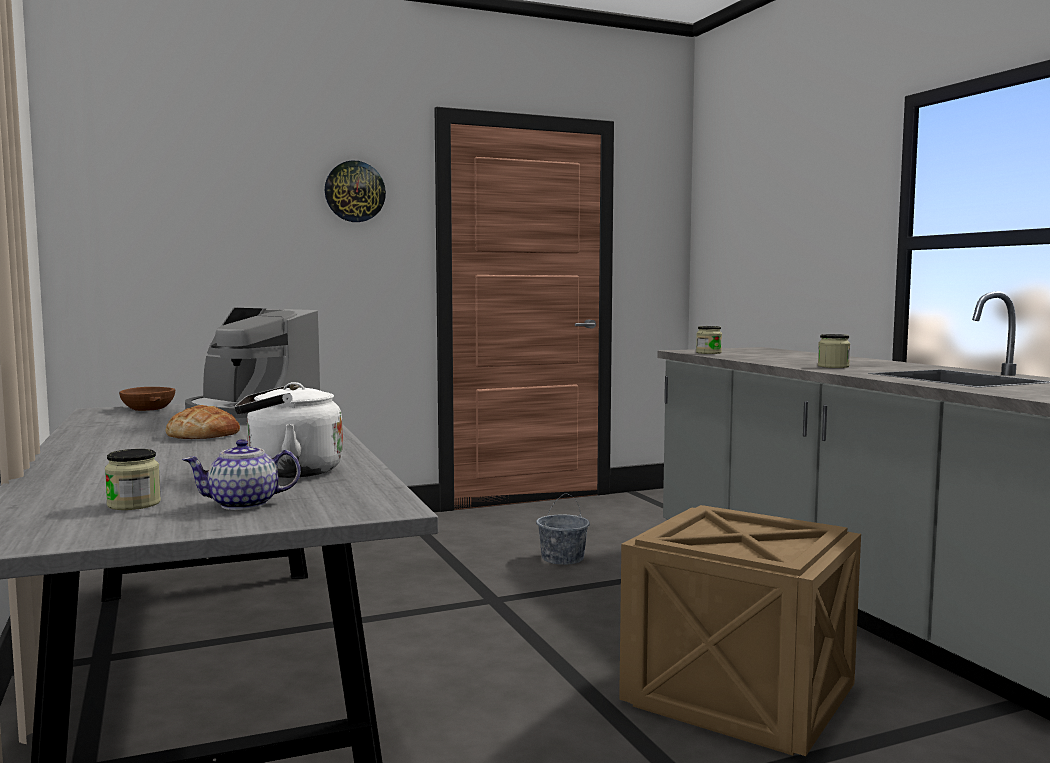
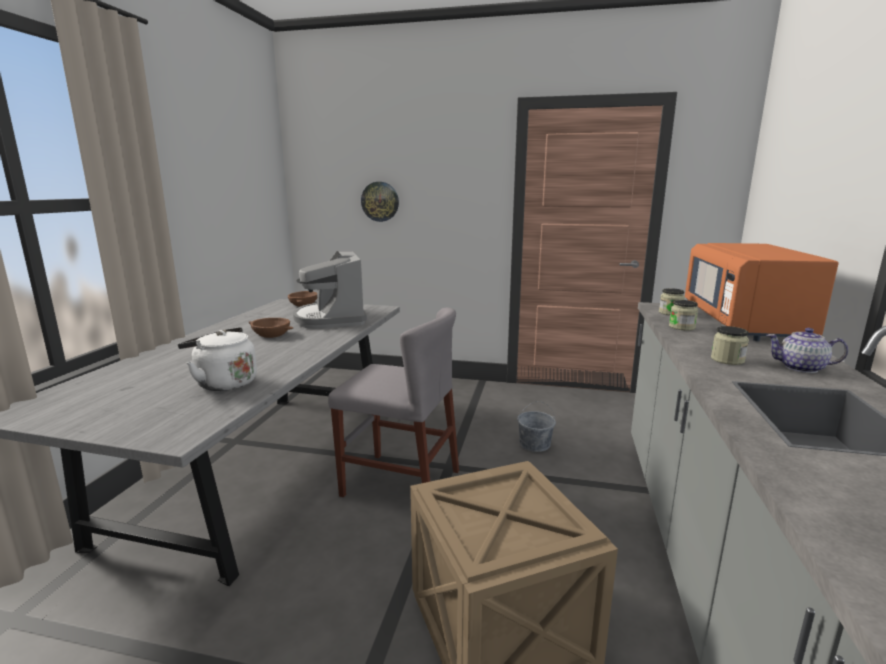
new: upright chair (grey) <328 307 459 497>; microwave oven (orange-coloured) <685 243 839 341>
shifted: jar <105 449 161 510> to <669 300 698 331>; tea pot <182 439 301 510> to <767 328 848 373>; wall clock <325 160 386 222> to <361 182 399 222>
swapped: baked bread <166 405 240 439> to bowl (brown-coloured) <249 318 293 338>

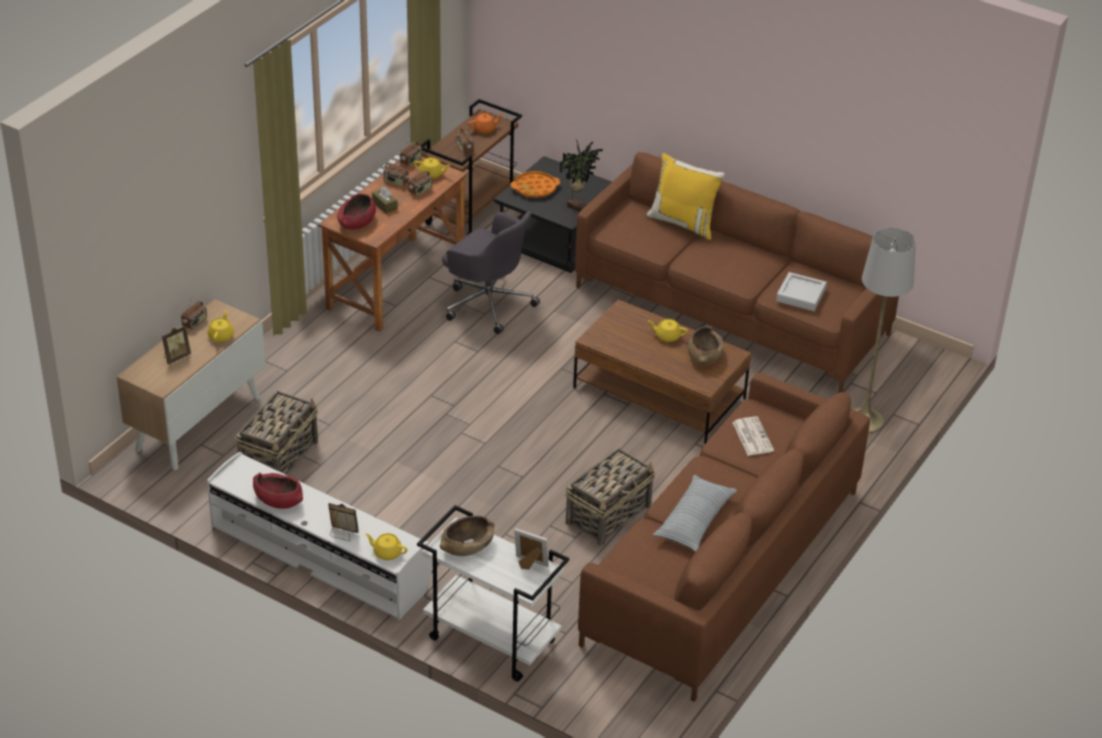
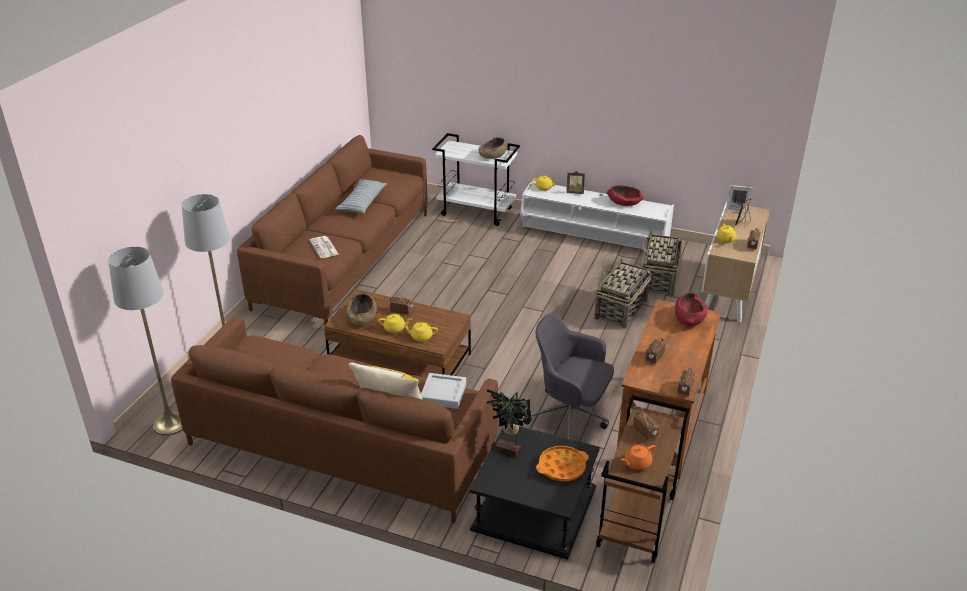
gone: tissue holder (brown-coloured) <372 186 397 214>
new: standard lamp (grey) <108 247 183 436>
shifted: radio set <383 158 409 187> to <389 295 412 315>; tea pot (yellowish) <414 157 450 179> to <403 322 438 342>; photo frame <514 528 549 570> to <726 185 752 214>; household basket <565 448 655 546> to <594 259 652 329>; tray (grey) <776 272 827 311> to <421 373 466 409>

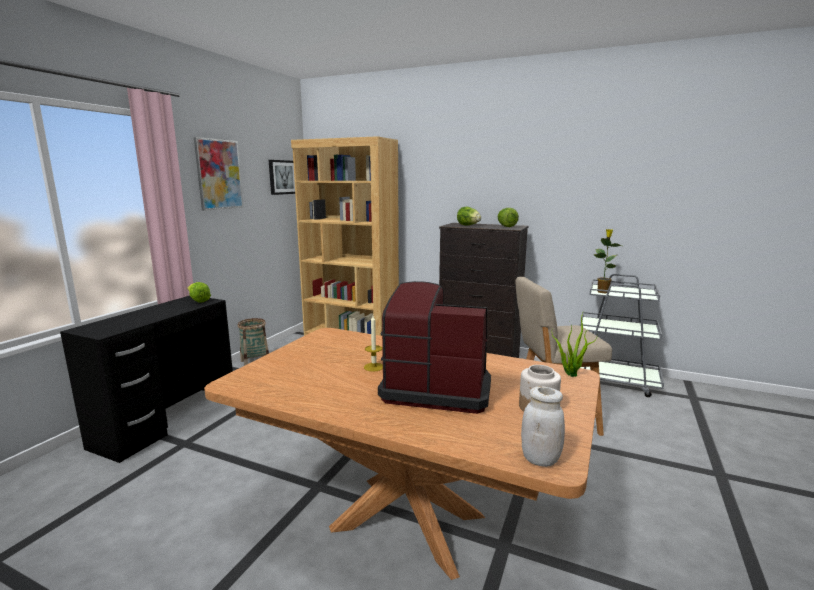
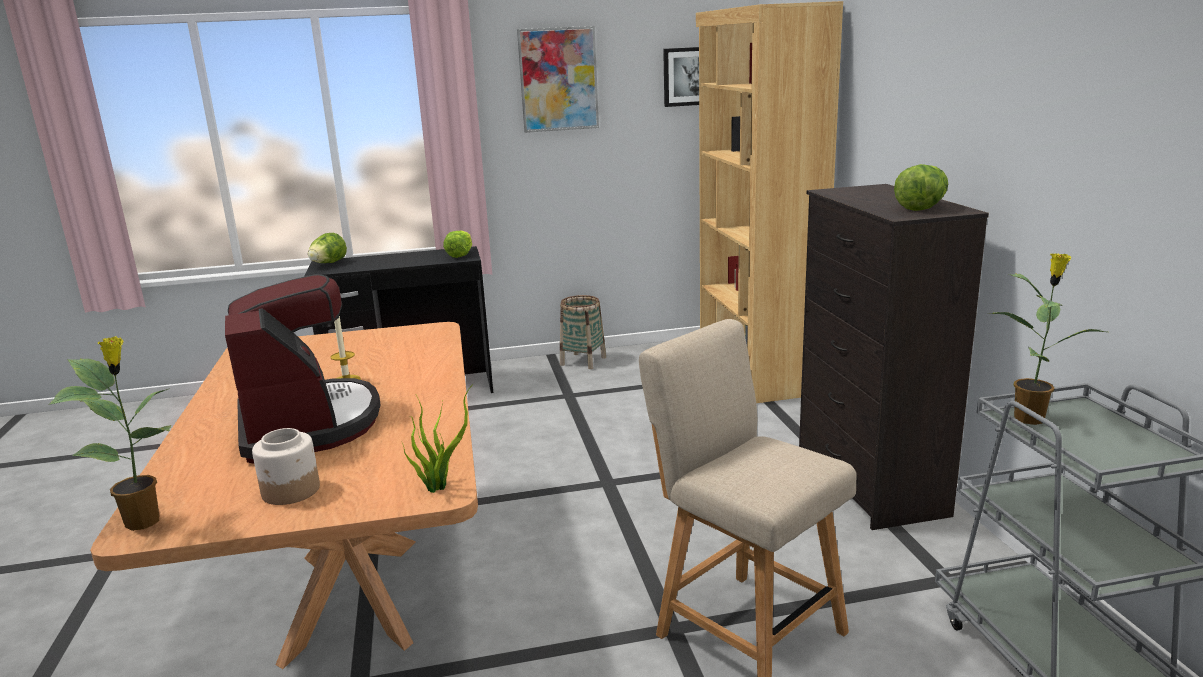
shifted: head of lettuce <457 207 481 226> to <308 233 347 263>
swapped: jar (whitish) <521 386 565 467> to potted plant <50 336 172 531>

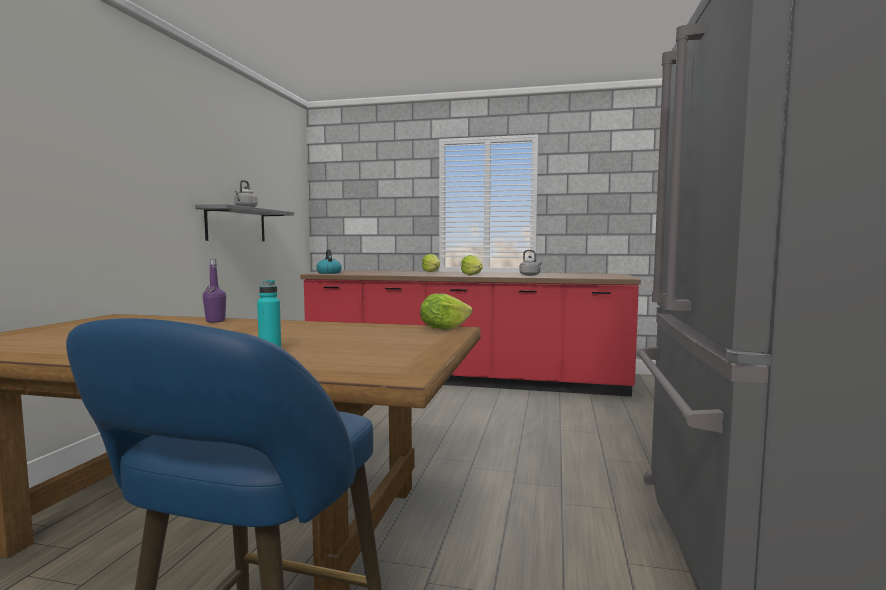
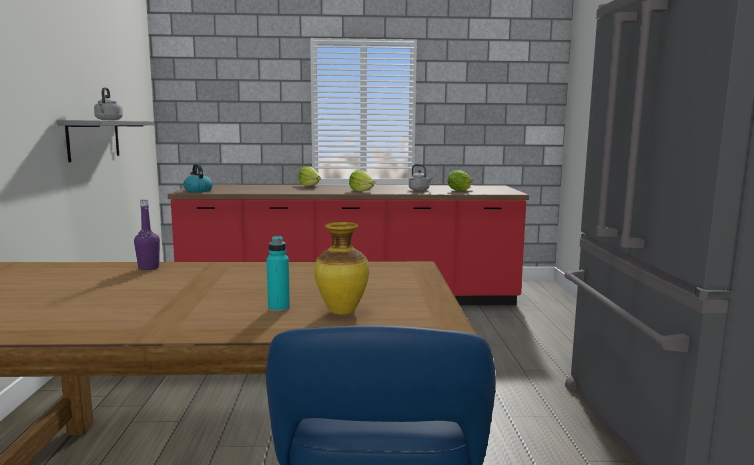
new: flower vase <314 222 369 315>
shifted: head of lettuce <420 293 472 330> to <447 170 472 191>

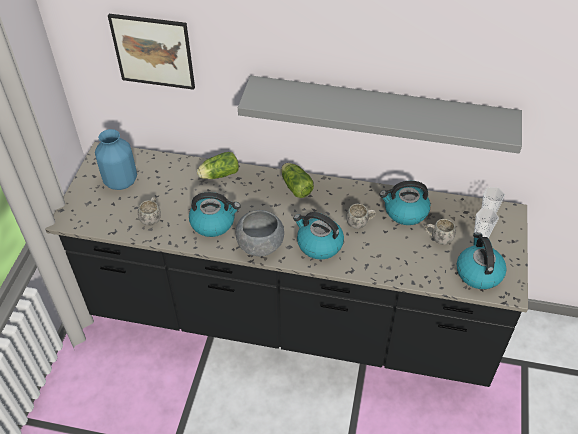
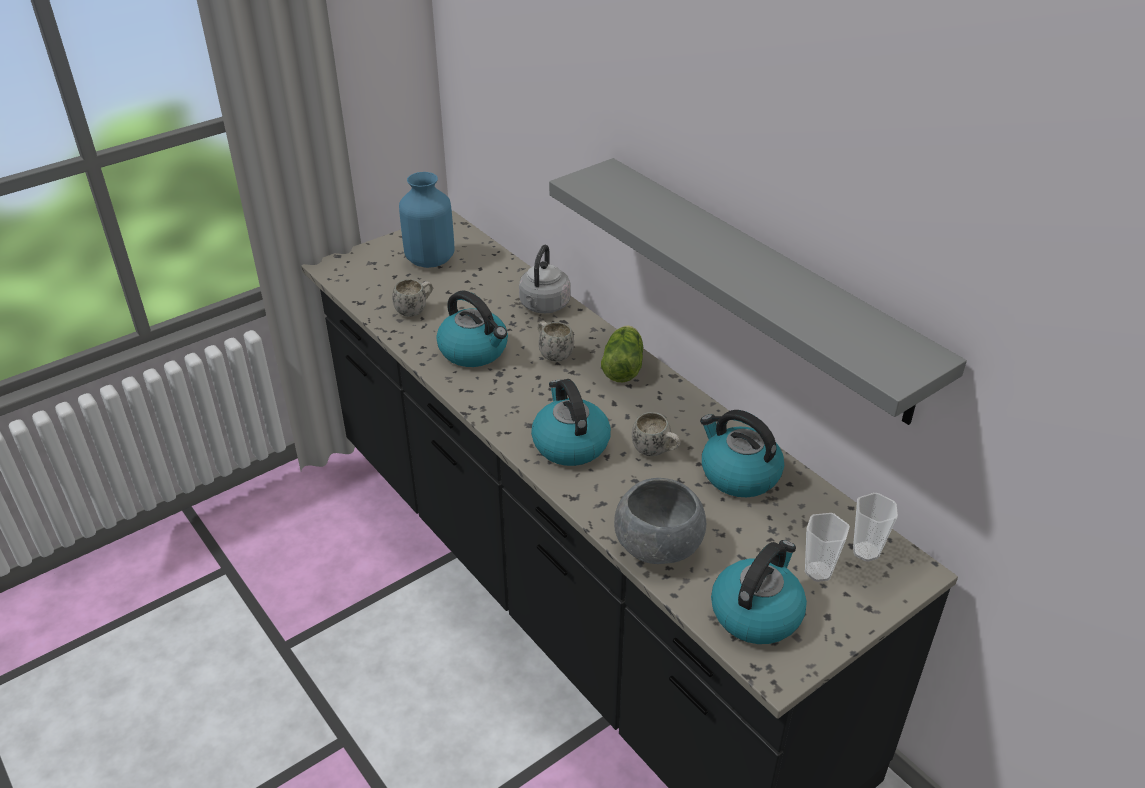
gone: wall picture <108 14 195 90>
shifted: bowl (grey) <236 210 284 256> to <614 478 706 564>; coffee mug (whitish) <425 219 456 245> to <537 321 574 361>
swapped: head of lettuce <197 152 239 179> to kettle (grey) <519 245 570 313>

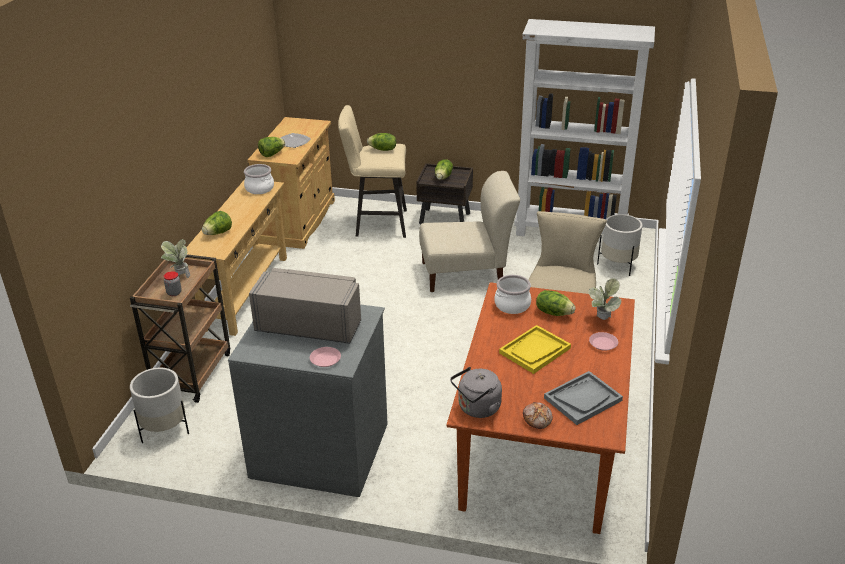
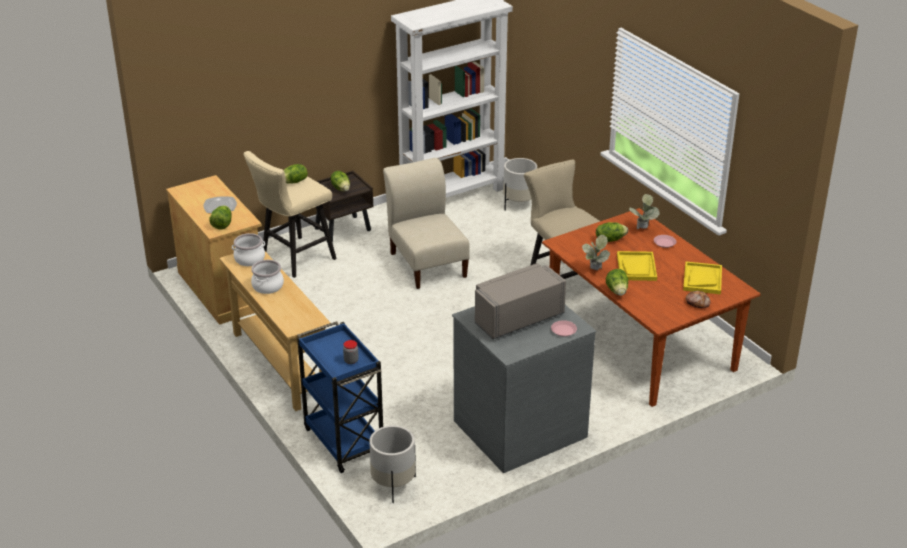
gone: kettle (grey) <450 367 502 418>
shifted: potted plant <161 239 190 278> to <582 235 610 270>; head of lettuce <202 211 232 235> to <606 269 628 296>; stockpot <494 275 531 314> to <251 260 284 294>
repainted: trolley (brown-coloured) <130 254 230 403> to trolley (bluish) <297 321 383 473>; tray (grey) <544 371 623 425> to tray (yellowish) <683 261 722 294>
rotated: upright chair (sand-coloured) <419 171 520 292> = <383 158 470 289> 60 degrees counterclockwise

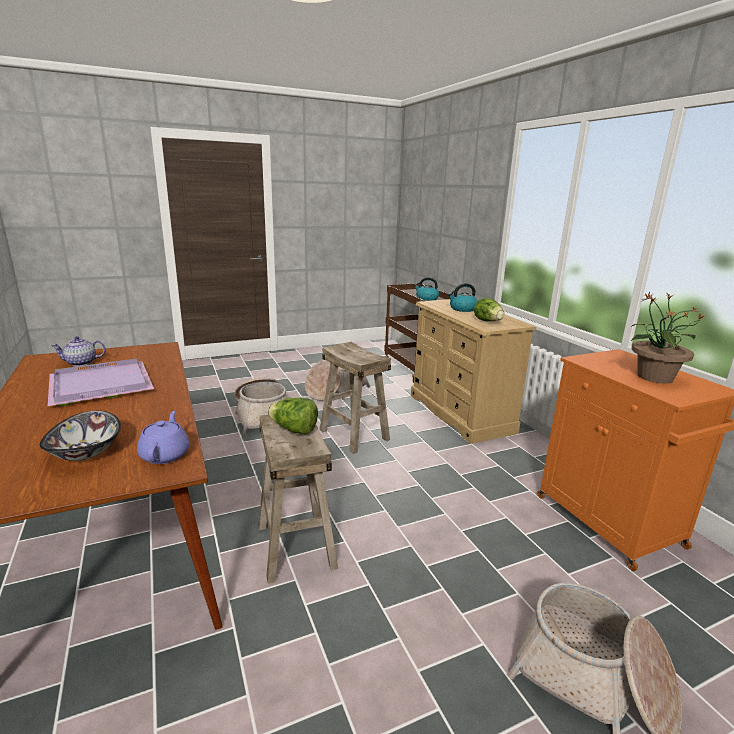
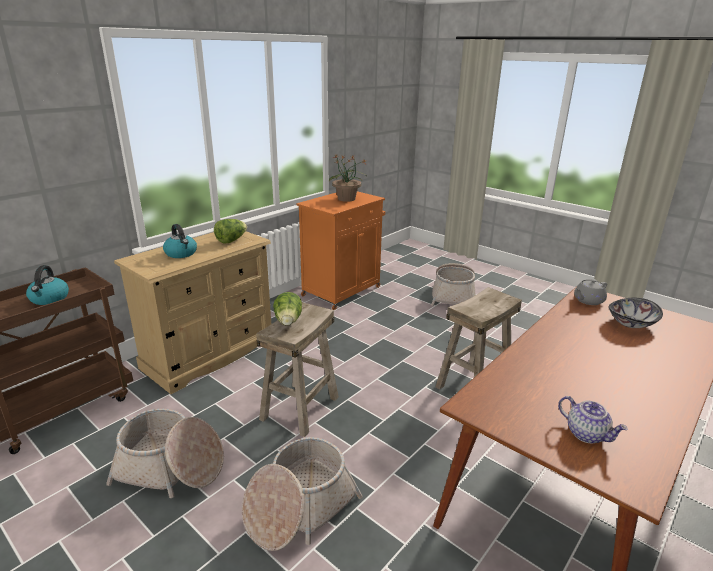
gone: tray (purplish) <48 358 154 406>
shifted: head of lettuce <268 398 318 435> to <273 292 302 326>
repainted: tea pot (purplish) <137 411 189 464> to tea pot (grey) <574 279 607 305>

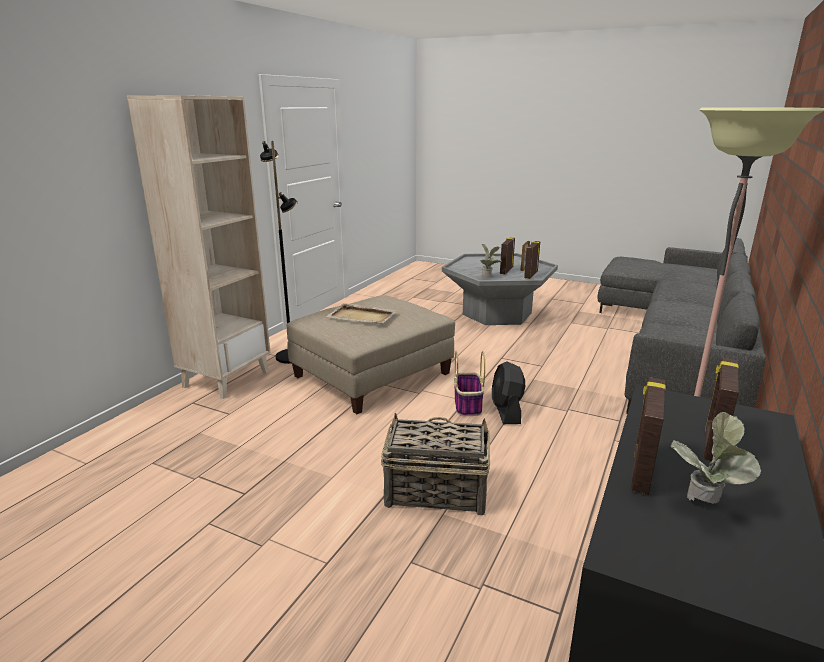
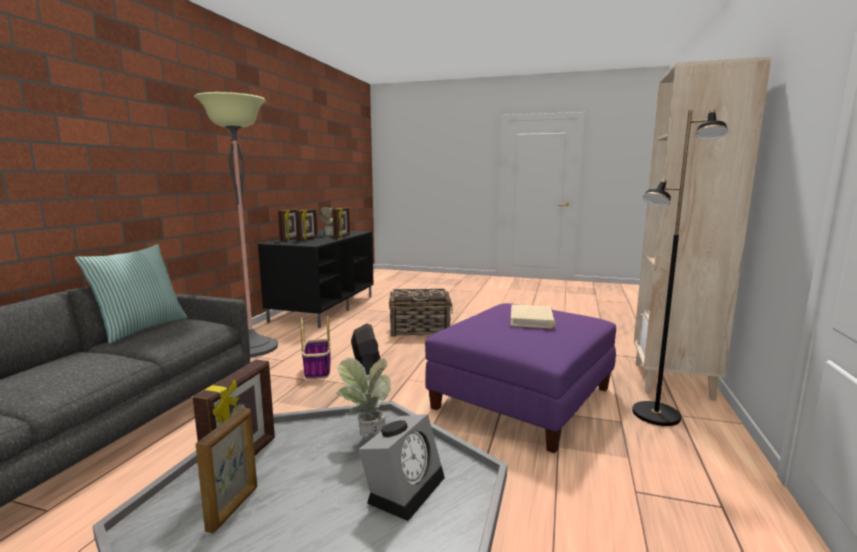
new: cushion <75 244 188 343>; bedside clock <358 414 445 521>
shifted: household basket <454 351 485 416> to <301 316 331 379>; photo frame <500 237 515 274> to <278 209 298 241>
swapped: tray (sand-coloured) <326 303 398 323> to book (sand-coloured) <510 304 555 328>
repainted: footrest (sand-coloured) <287 295 455 414> to footrest (purplish) <425 303 616 454>

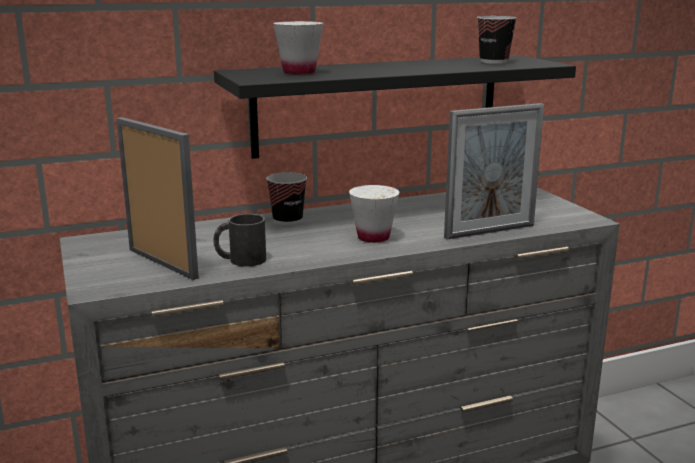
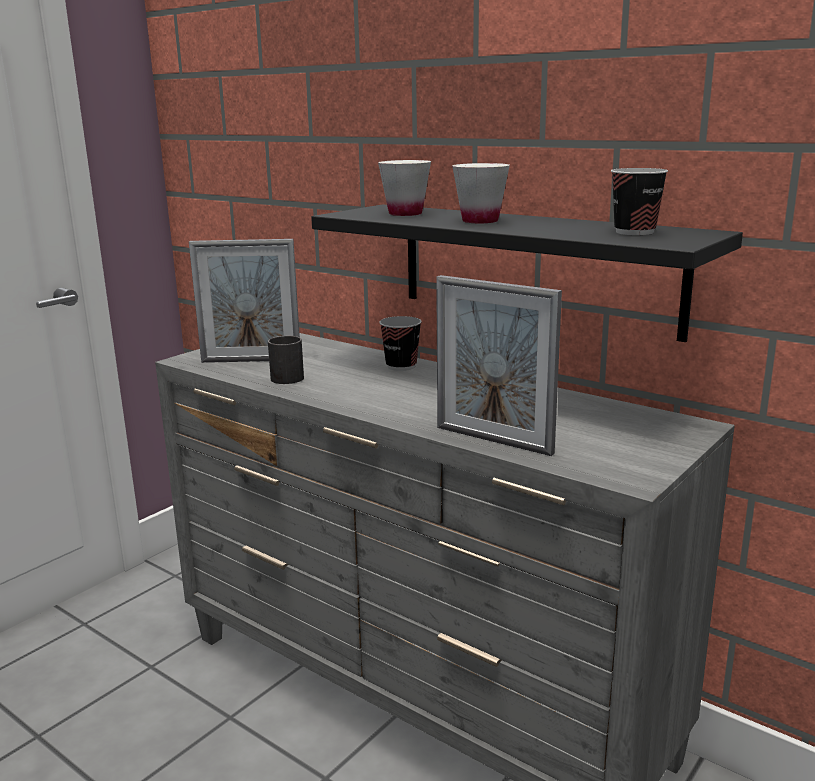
shifted: cup (whitish) <349 185 400 243> to <452 163 510 223>
rotated: photo frame <116 117 199 280> = <189 239 300 363> 75 degrees clockwise

